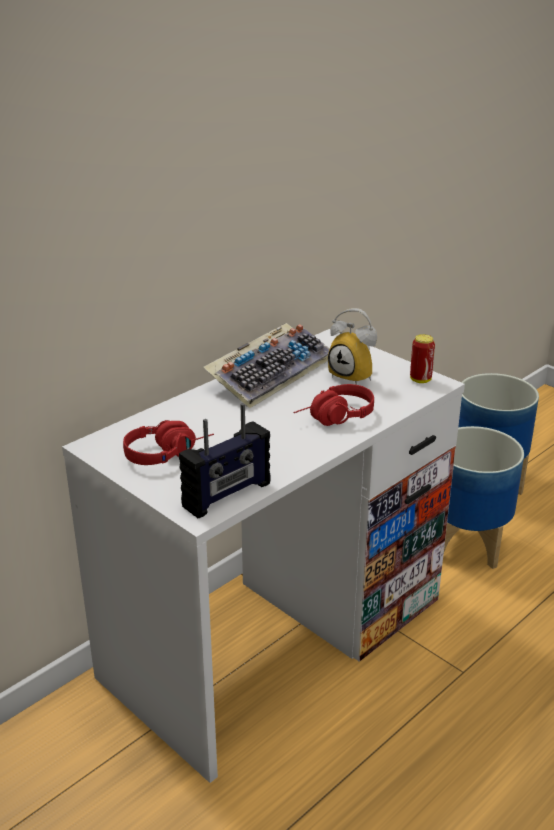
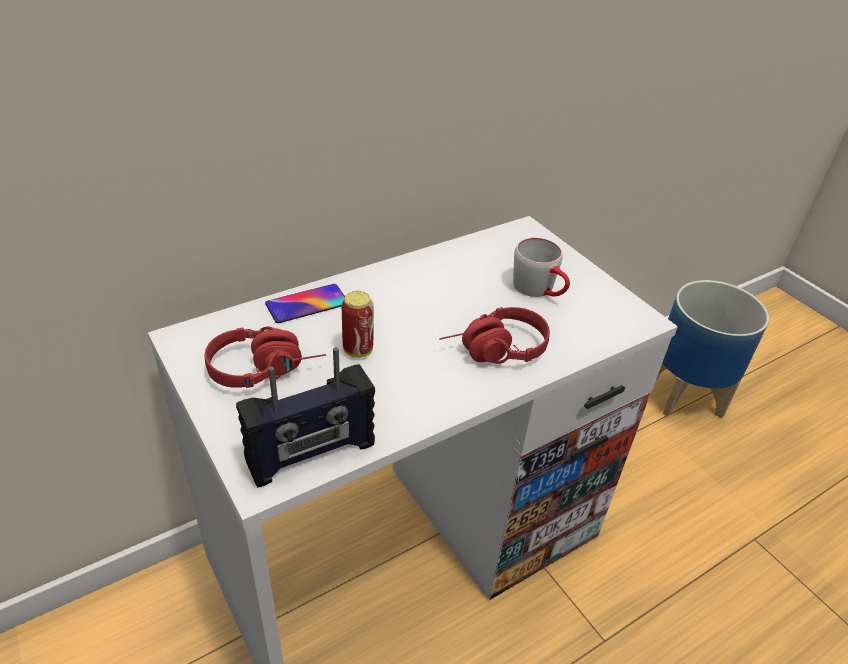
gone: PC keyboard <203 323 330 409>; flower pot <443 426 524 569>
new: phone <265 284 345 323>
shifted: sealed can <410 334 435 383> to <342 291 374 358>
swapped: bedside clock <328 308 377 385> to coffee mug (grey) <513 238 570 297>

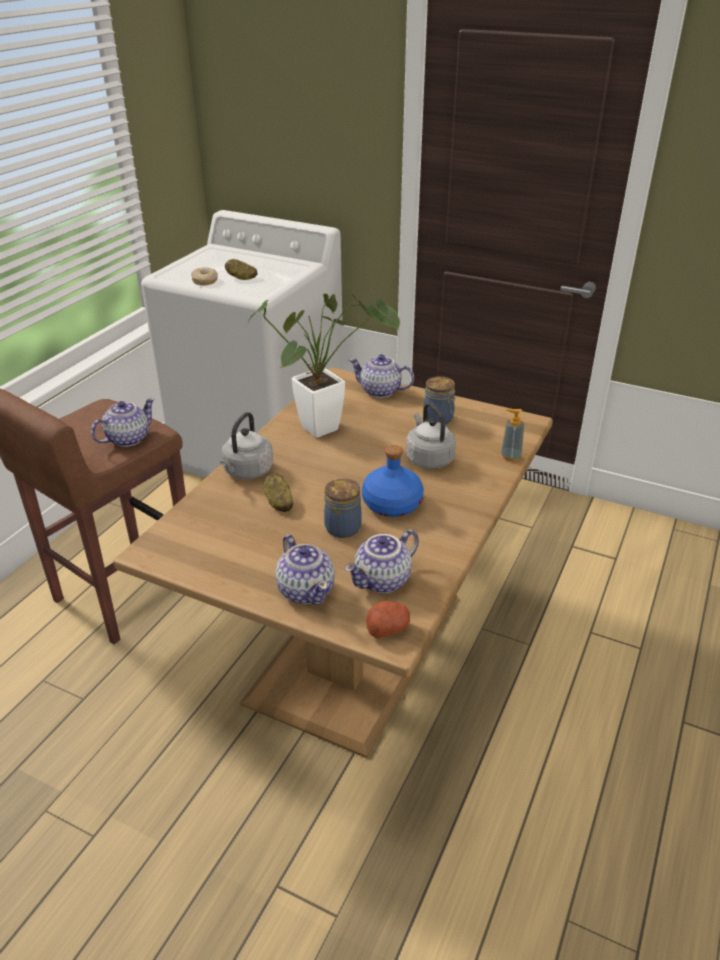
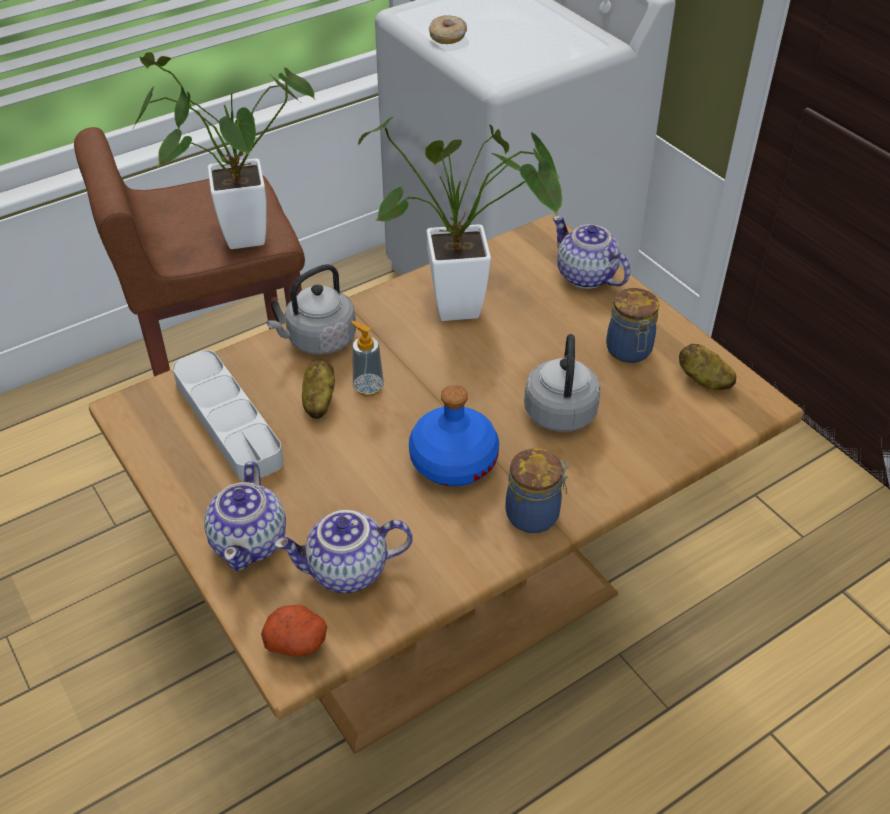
new: tray (grey) <172 350 284 481>
shifted: spud <225 259 258 280> to <679 344 736 390>; jar <324 478 362 538> to <505 448 569 533>; soap bottle <501 409 524 461> to <351 321 384 397>
swapped: tea pot <91 398 155 447> to potted plant <133 52 315 249>

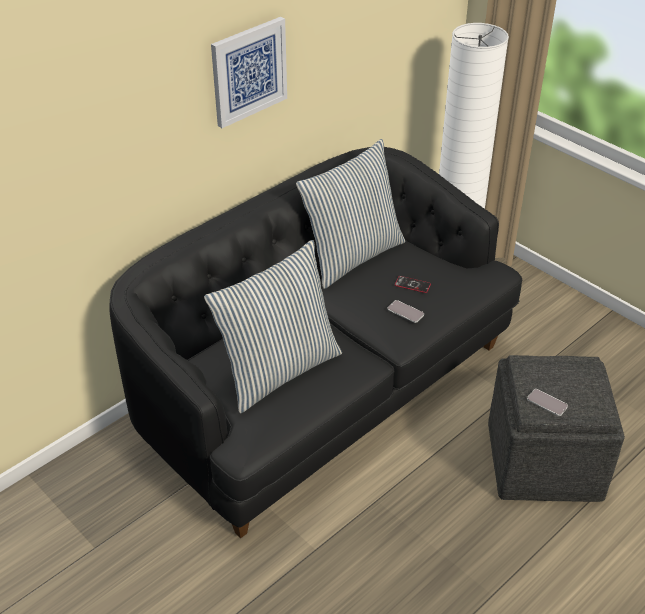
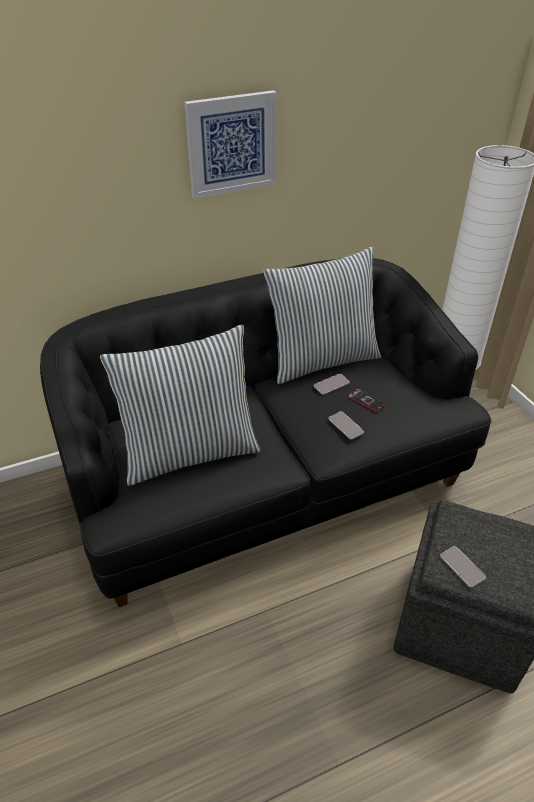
new: phone <314 374 350 395>

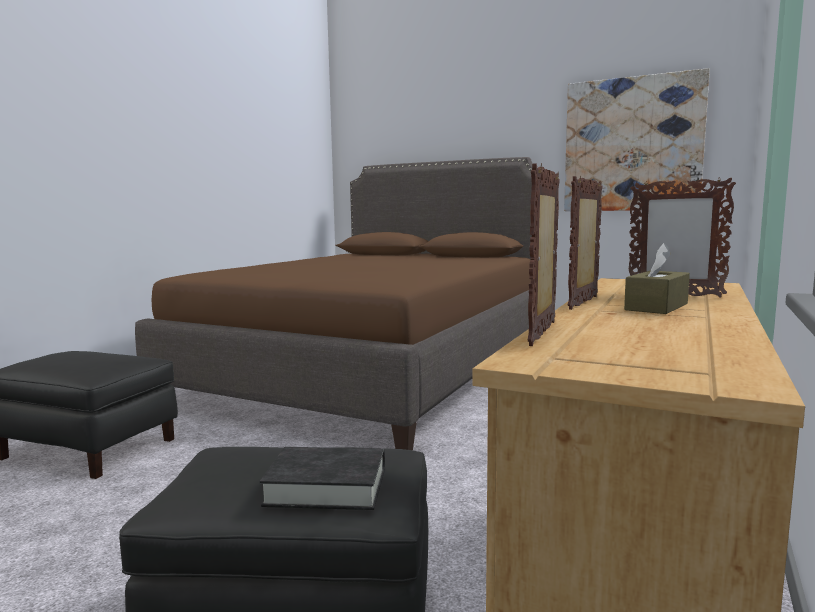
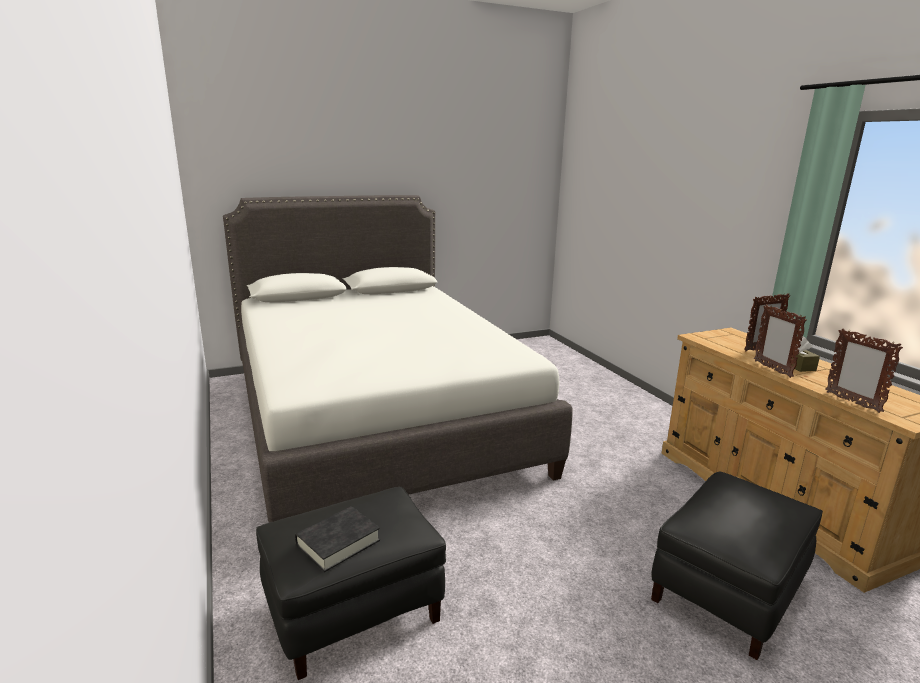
gone: wall picture <564 68 710 211>
shifted: book (black-coloured) <260 447 385 510> to <295 506 380 572>
repainted: bed (brown-coloured) <135 157 533 450> to bed (whitish) <223 195 572 523>

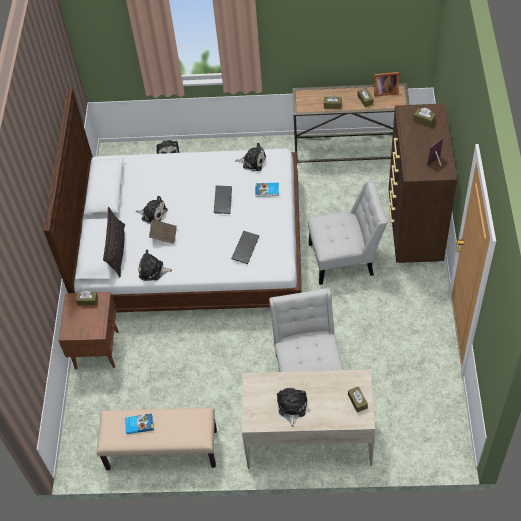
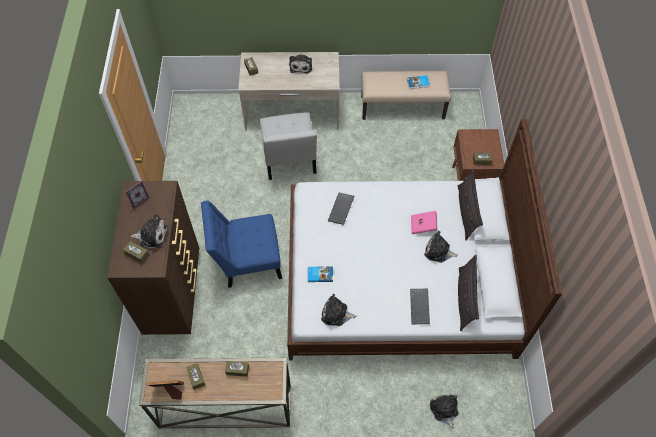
new: cushion <458 255 479 331>
shifted: soft toy <139 250 172 281> to <130 214 168 249>; PC keyboard <214 185 232 214> to <410 289 430 324>
repainted: book (brown-coloured) <149 220 177 244> to book (pinkish) <411 211 438 234>; upright chair (whitish) <308 180 388 285> to upright chair (bluish) <201 200 282 288>

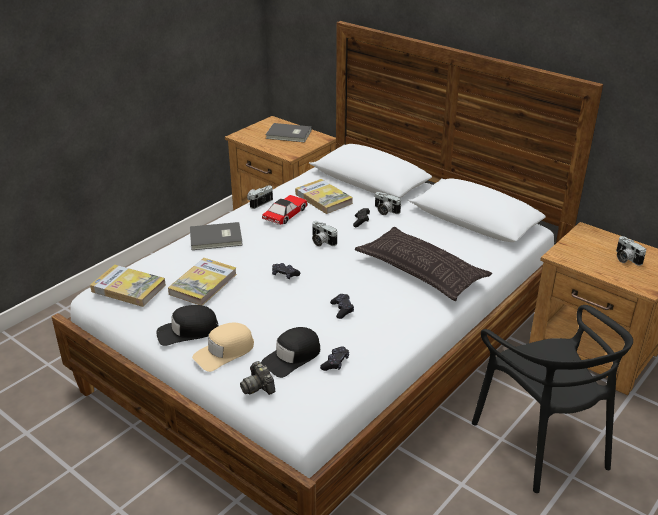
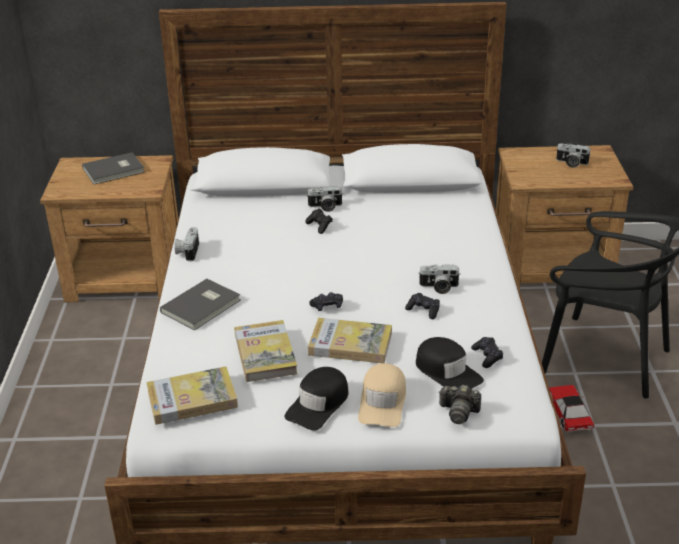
gone: cushion <355 227 492 301>
shifted: model car <262 195 308 225> to <549 385 594 432>; book <295 179 353 214> to <308 318 392 363>; still camera <312 221 337 247> to <418 264 460 294>
rotated: cap (black-coloured) <261 327 320 378> = <416 337 484 389> 45 degrees counterclockwise

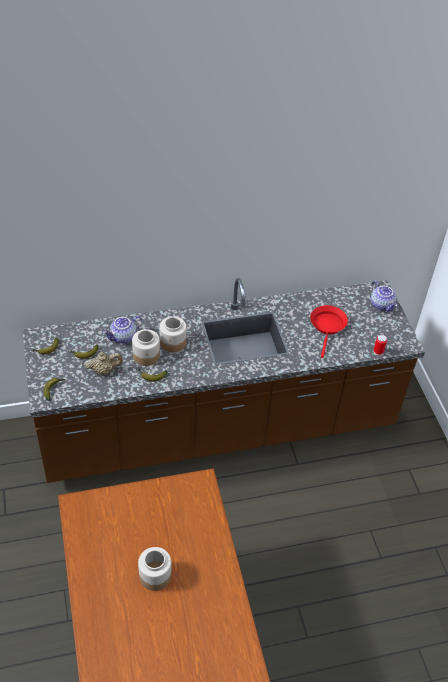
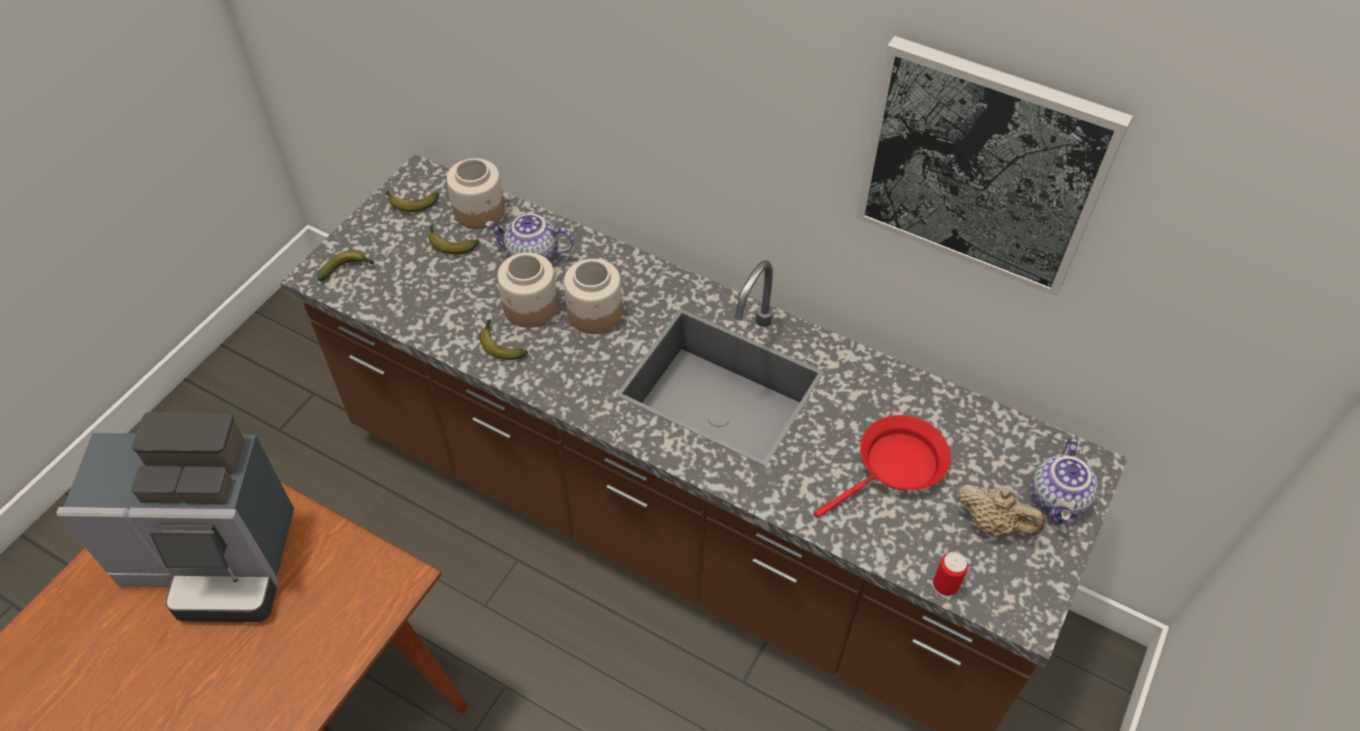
new: coffee machine <56 412 294 622>; wall picture <856 36 1132 297>
shifted: tea pot (sand-coloured) <84 352 123 374> to <957 485 1045 537>; jar <138 547 171 591> to <447 158 505 229>

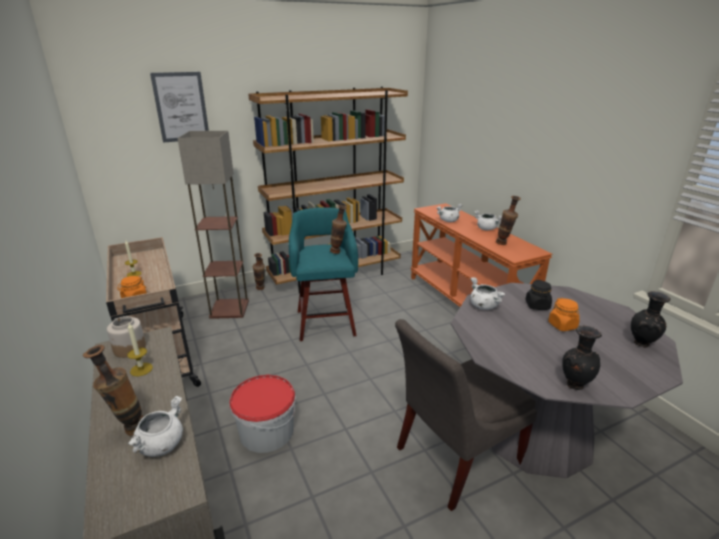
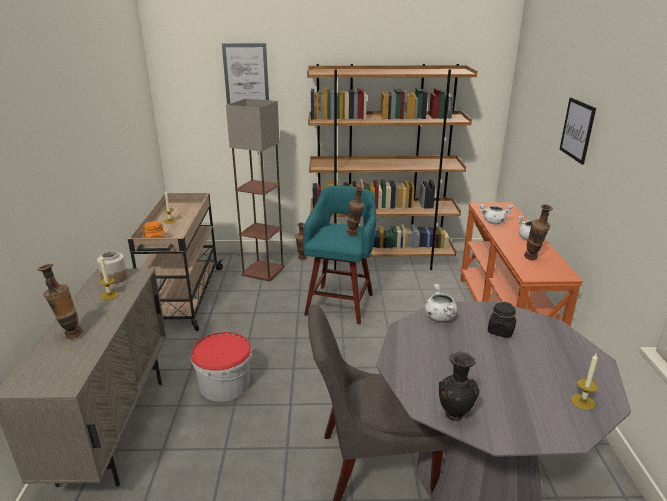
gone: stockpot (whitish) <128 396 183 457>; jar (orange-coloured) <548 298 580 331>
new: wall picture <559 98 596 165>
swapped: flower vase (black-coloured) <631 291 670 348> to wax light <571 354 598 410>

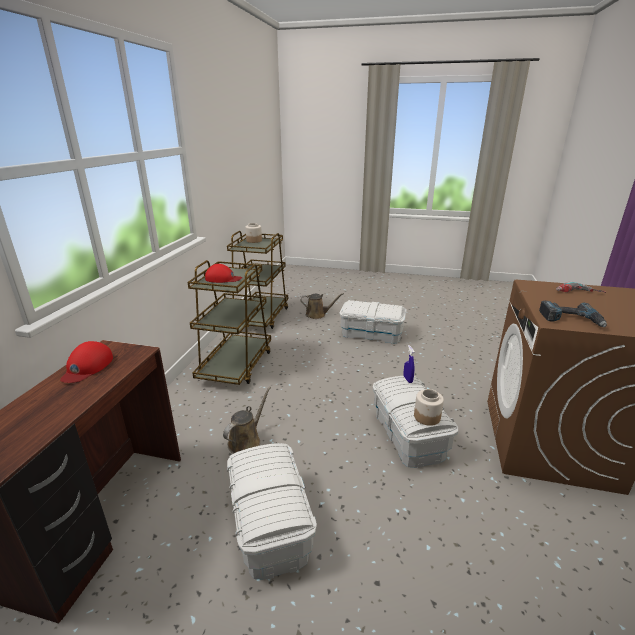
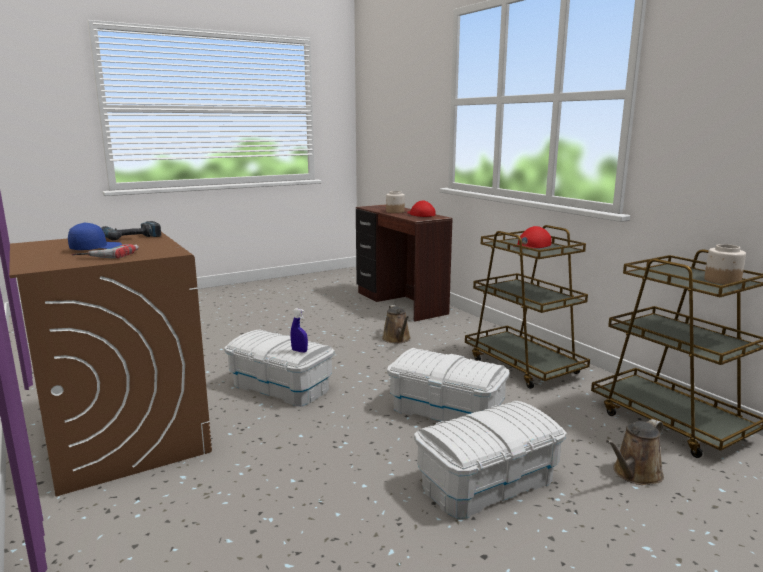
new: cap (bluish) <68 222 122 250>
shifted: storage bin (whitish) <227 443 317 580> to <387 348 510 422>; jar <414 389 444 426> to <386 191 405 213>

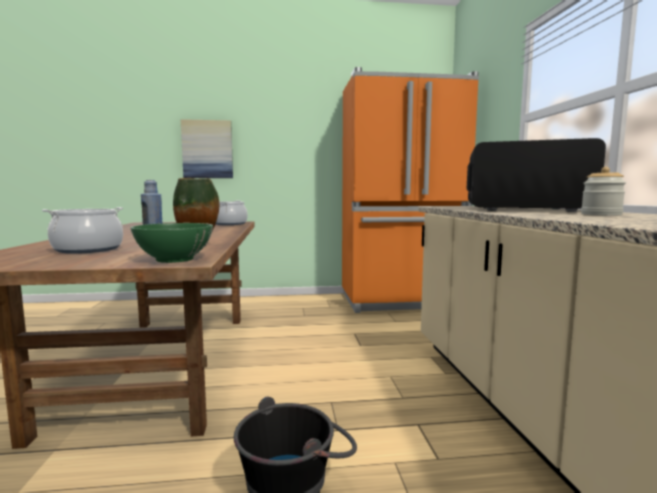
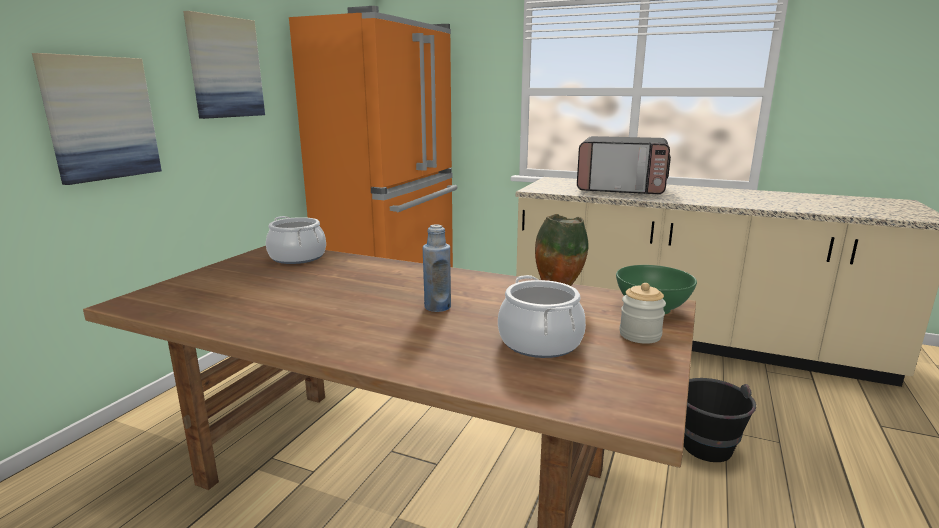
new: wall picture <183 11 265 119>
shifted: jar <581 167 626 216> to <619 283 666 344>
rotated: microwave oven <467 138 606 212> = <577 136 671 194> 120 degrees counterclockwise

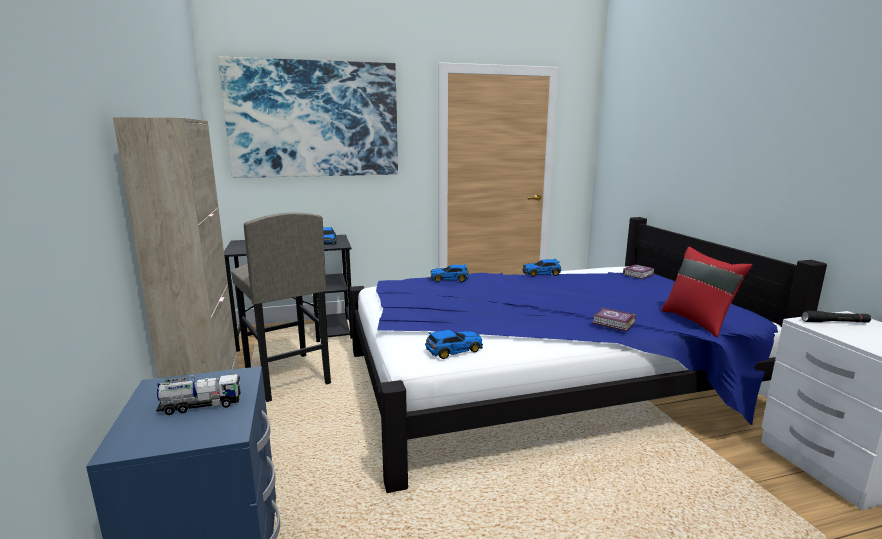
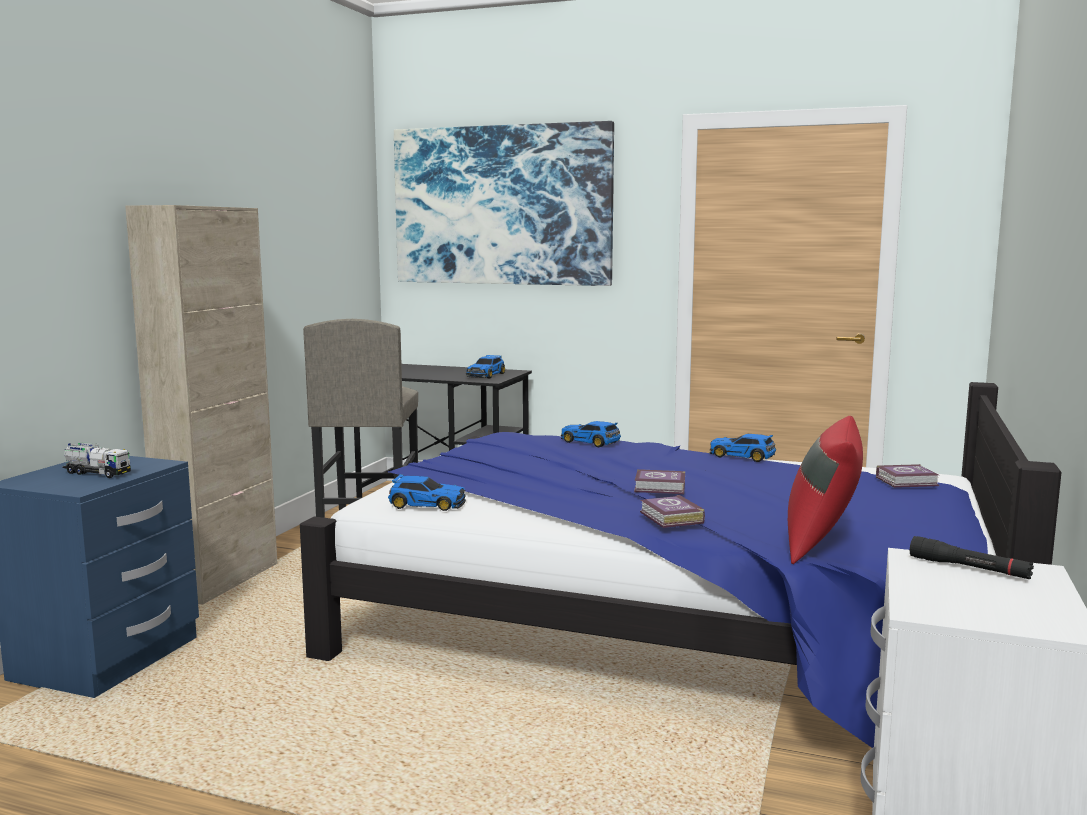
new: book <634 469 685 494>

